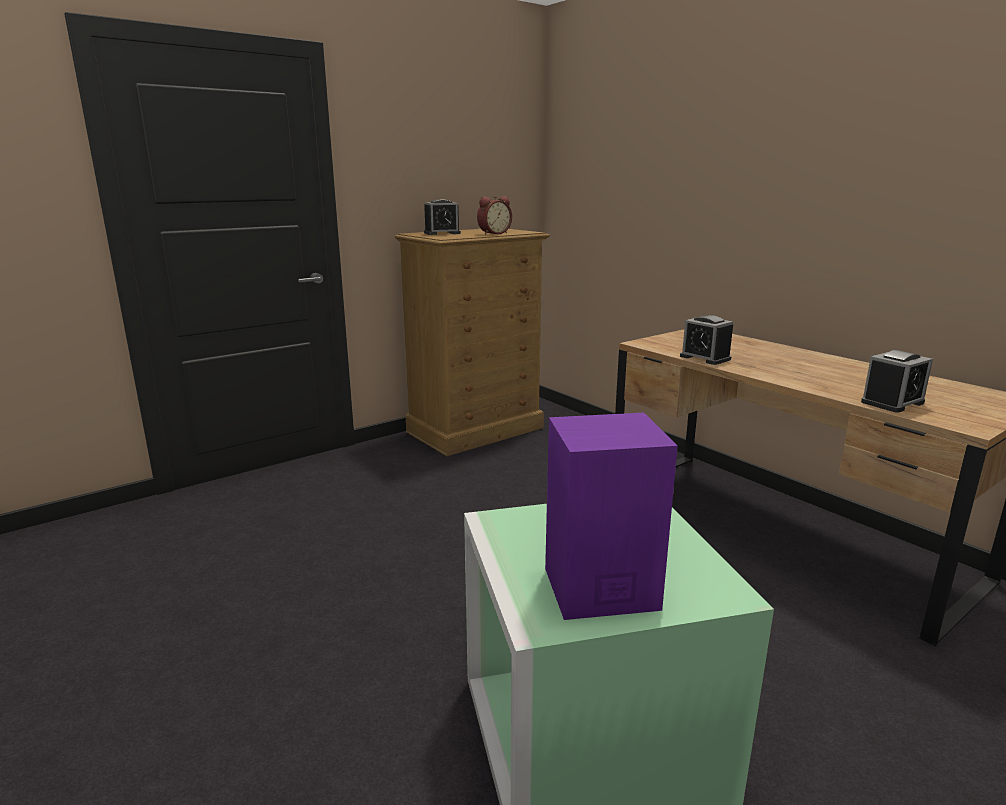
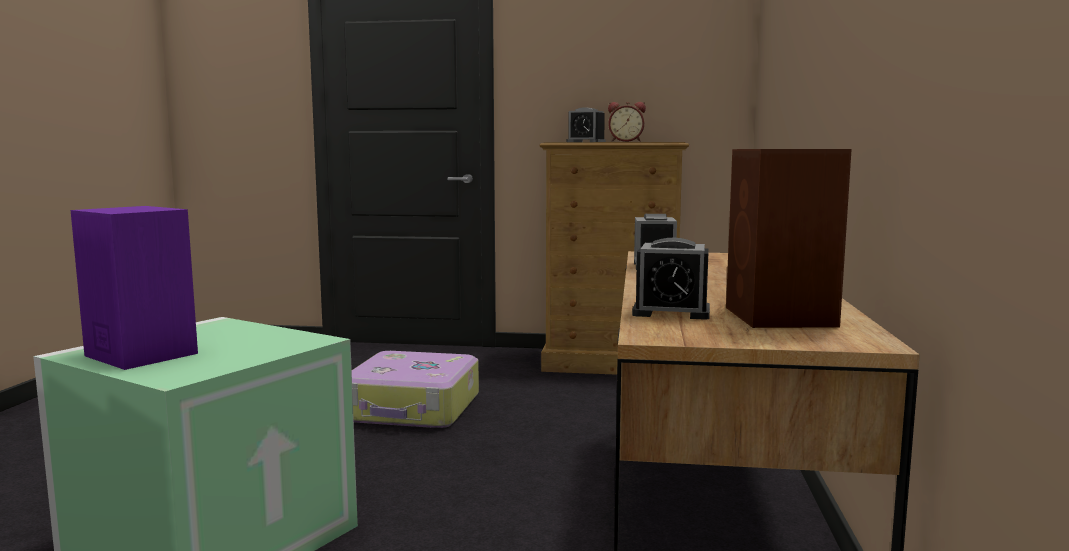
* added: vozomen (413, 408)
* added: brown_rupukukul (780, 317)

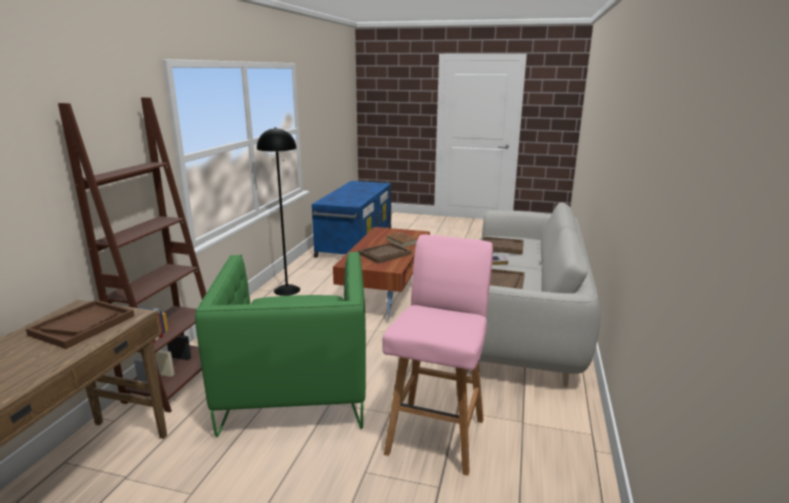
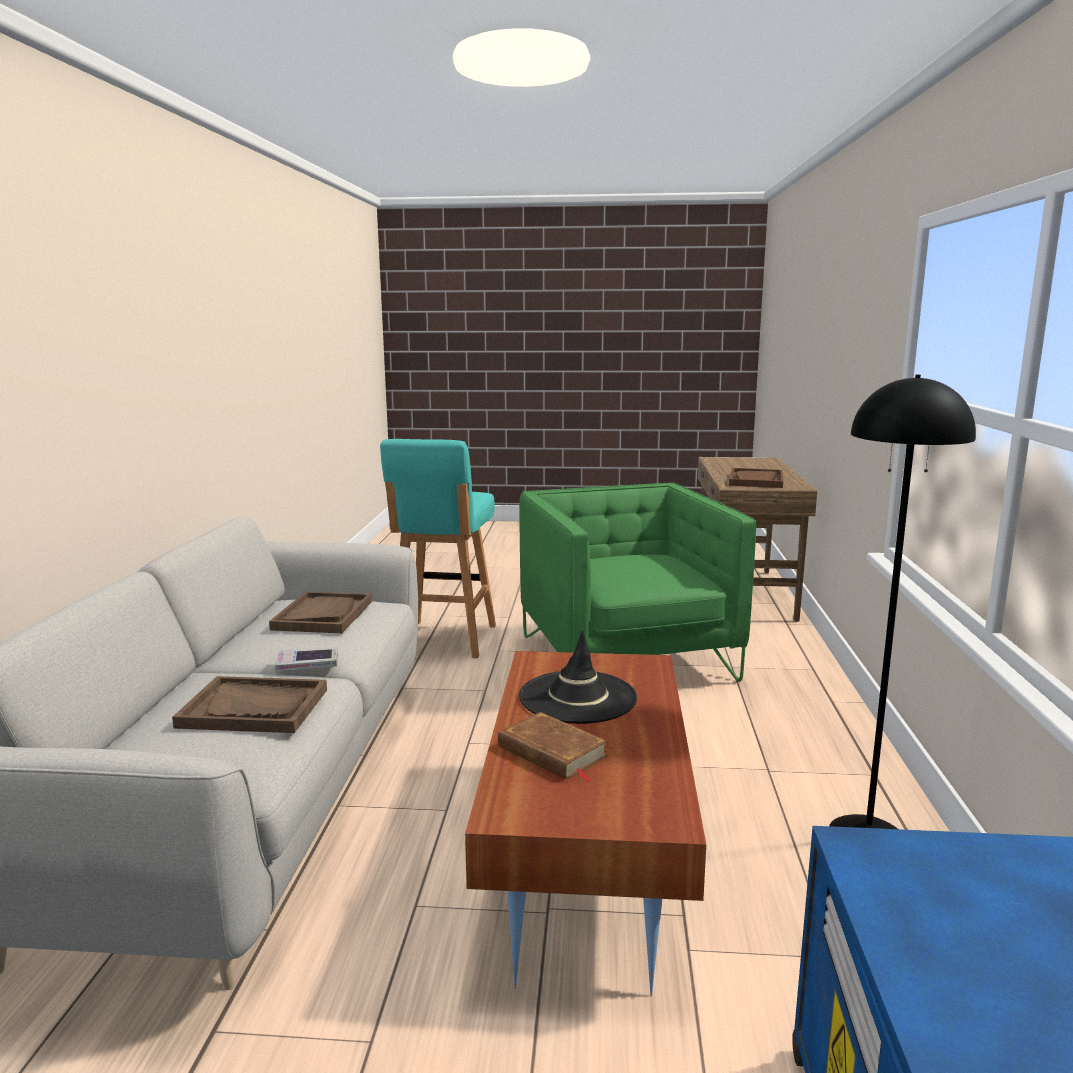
* recoloured: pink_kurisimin (437, 434) to turquoise_kurisimin (443, 640)
* replaced: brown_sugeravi (384, 254) to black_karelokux (577, 697)
* removed: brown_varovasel (176, 380)

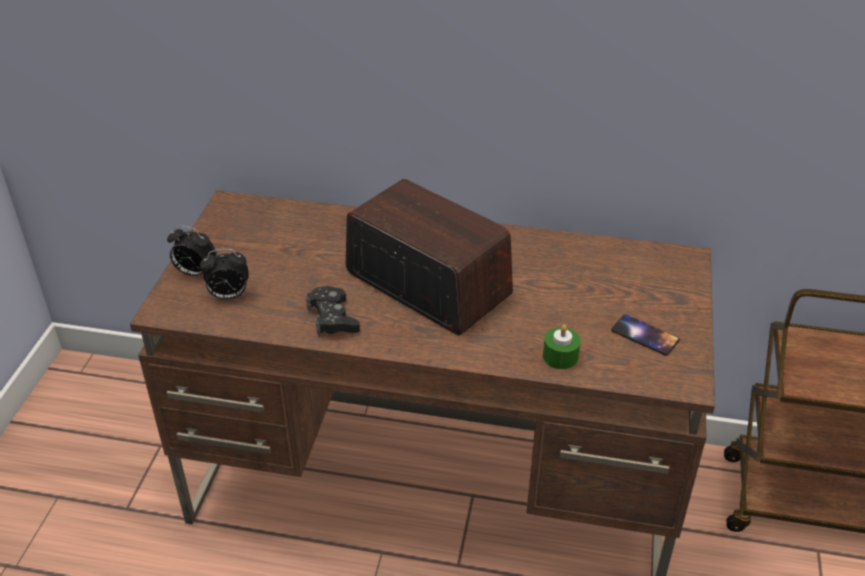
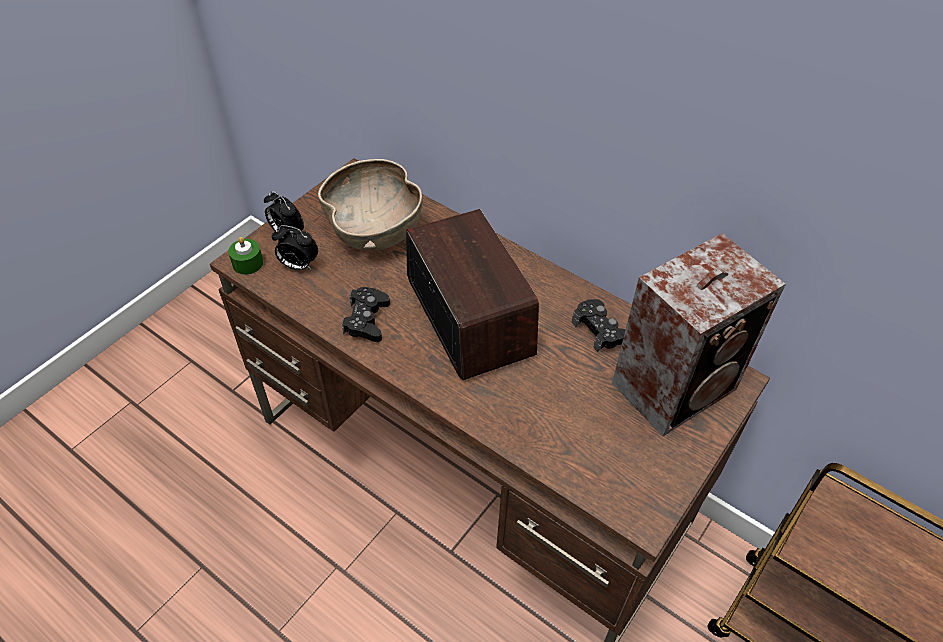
* moved: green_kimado (560, 356) to (248, 263)
* added: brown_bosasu (375, 229)
* added: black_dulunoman (600, 330)
* added: rupukukul (678, 385)
* removed: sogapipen (645, 335)

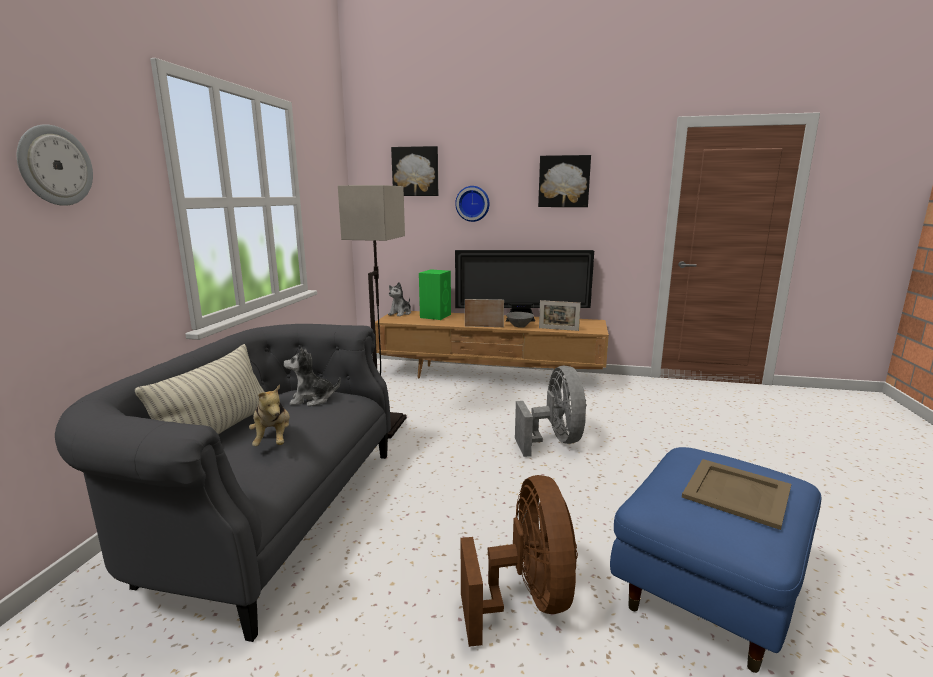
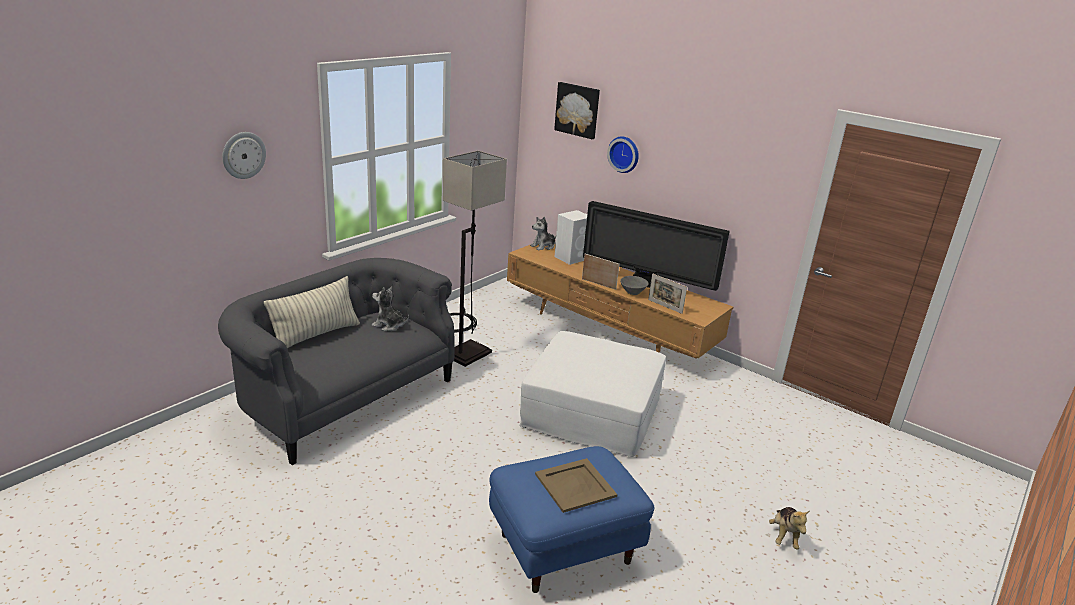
* replaced: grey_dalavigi (554, 441) to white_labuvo (590, 412)
* recoloured: green_rupukukul (436, 316) to white_rupukukul (571, 258)
* moved: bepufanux (273, 440) to (784, 536)
* removed: brown_dalavigi (526, 599)
* removed: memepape (564, 181)

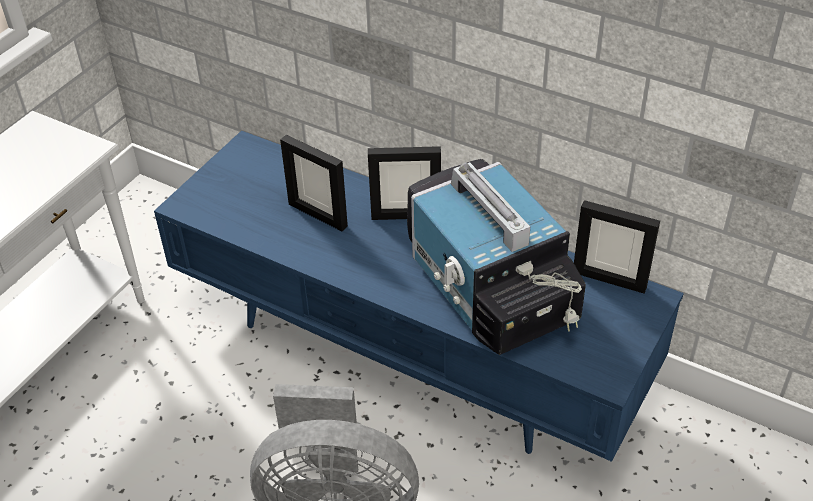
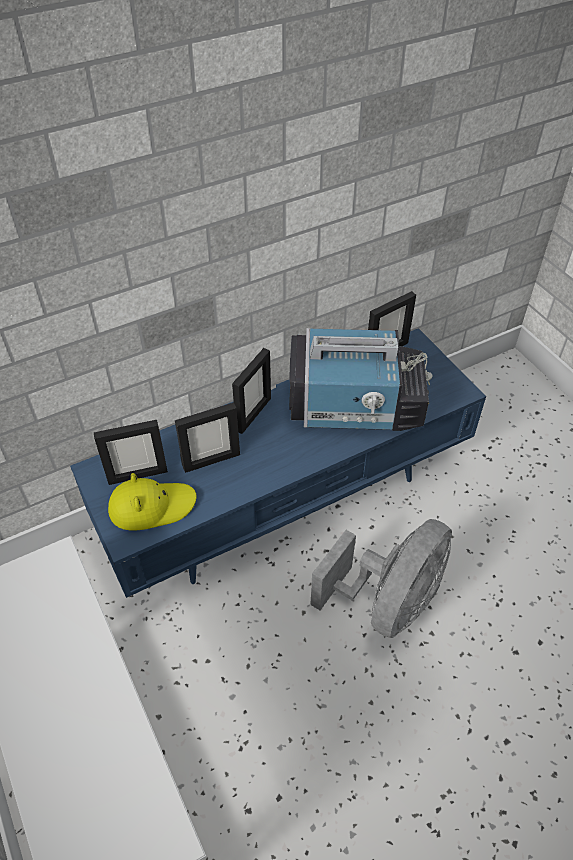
* added: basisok (137, 474)
* added: yellow_karelokux (152, 506)

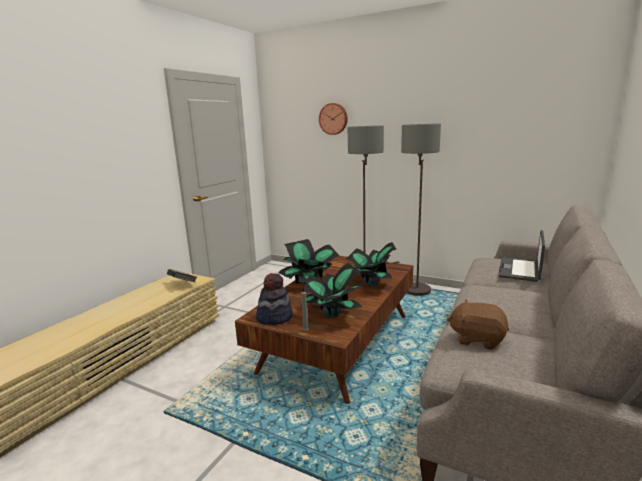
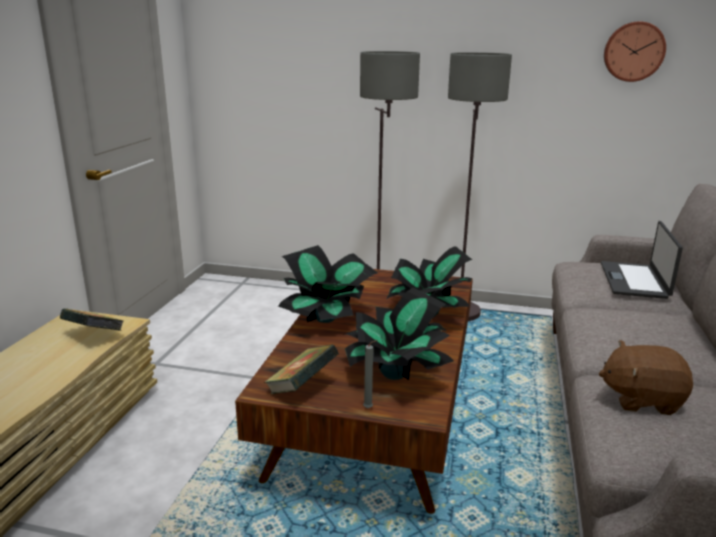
* replaced: karelokux (274, 317) to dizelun (302, 387)
* moved: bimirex (333, 119) to (633, 51)

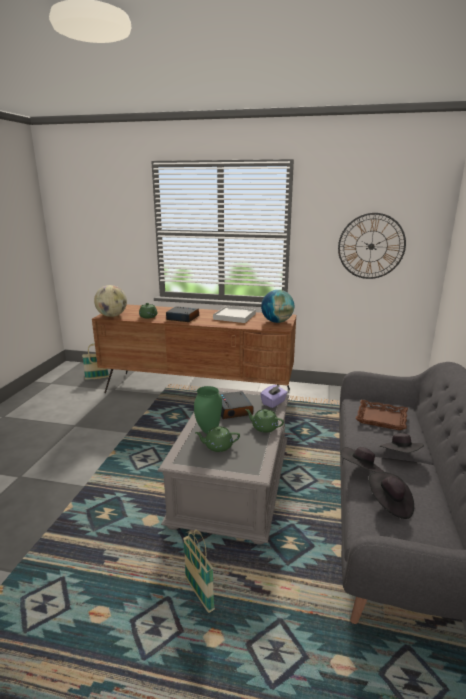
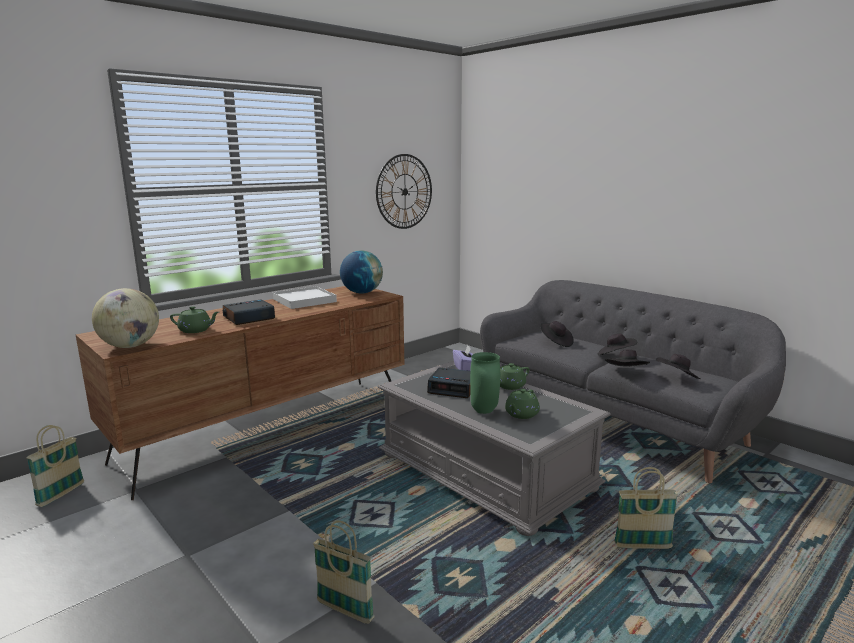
* added: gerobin (345, 611)
* replaced: brown_sugeravi (381, 419) to black_karelokux (556, 342)

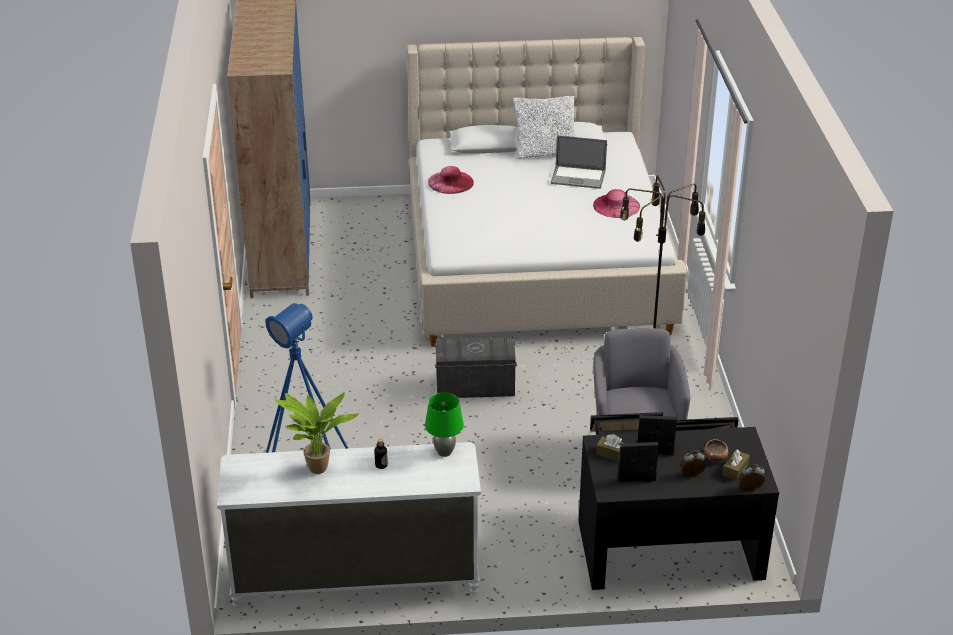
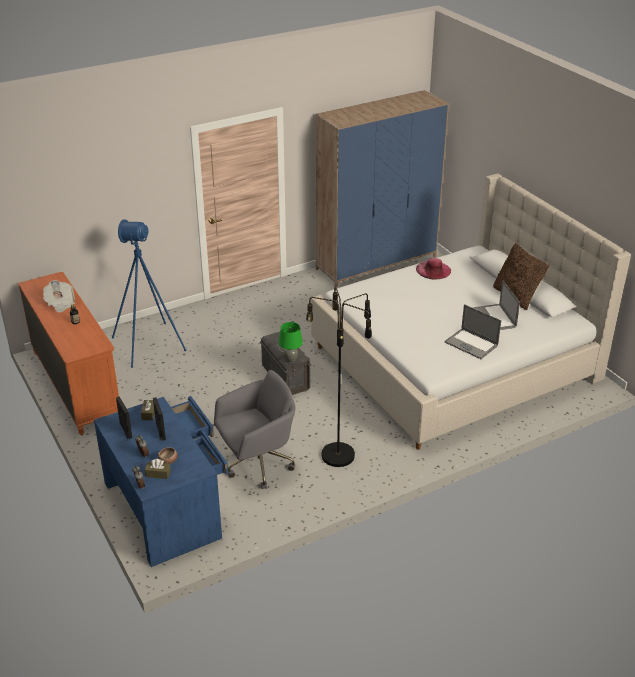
* recoloured: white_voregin (354, 578) to orange_voregin (76, 386)
* replaced: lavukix (317, 471) to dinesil (60, 303)
* recoloured: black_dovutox (666, 542) to blue_dovutox (168, 506)
* moved: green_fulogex (444, 452) to (290, 360)
* replaced: pink_karelokux (616, 205) to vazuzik (471, 344)
* recoloured: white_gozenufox (545, 151) to brown_gozenufox (517, 295)

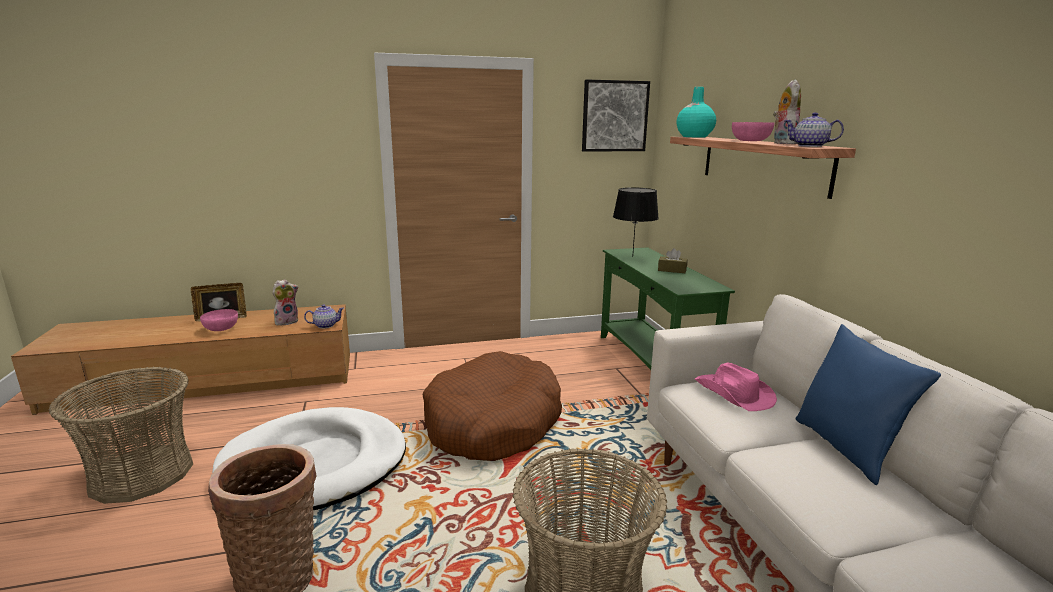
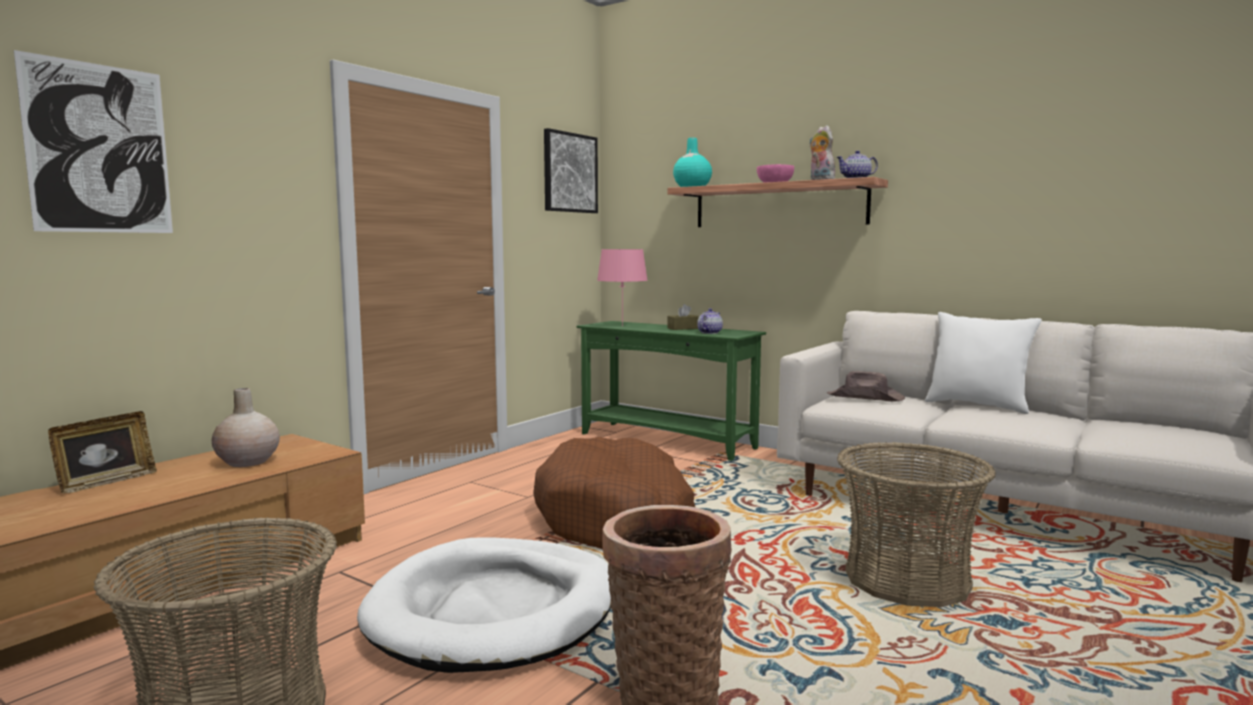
* added: memepape (99, 149)
* replaced: bepufanux (287, 321) to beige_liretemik (247, 462)
* recoloured: black_fulogex (632, 257) to pink_fulogex (622, 326)
* moved: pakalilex (325, 325) to (709, 333)
* recoloured: pink_karelokux (734, 394) to brown_karelokux (865, 398)
* recoloured: blue_gozenufox (846, 448) to white_gozenufox (978, 405)
* removed: pink_bosasu (221, 328)

